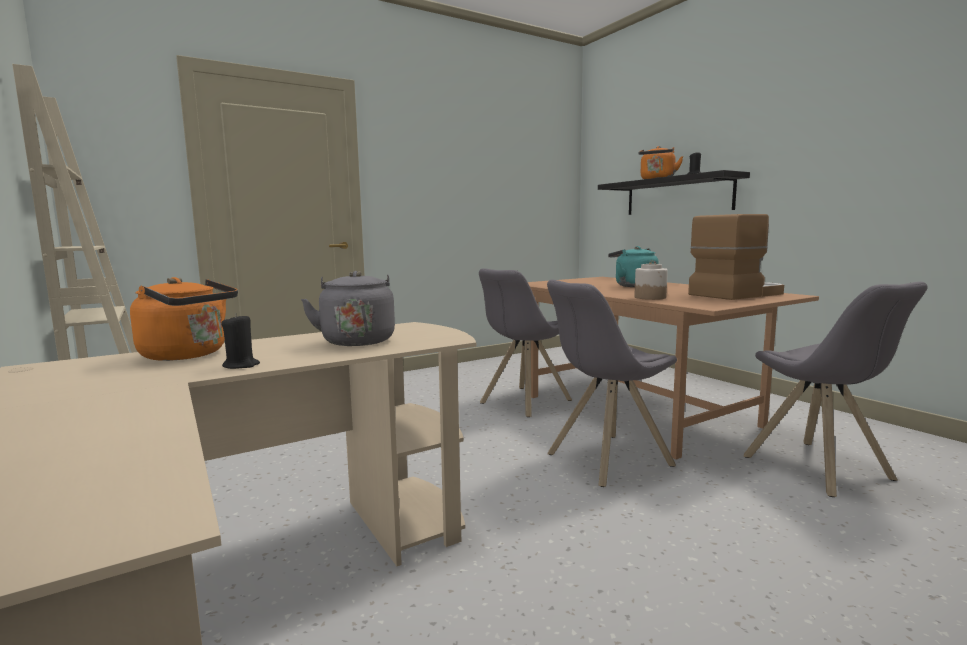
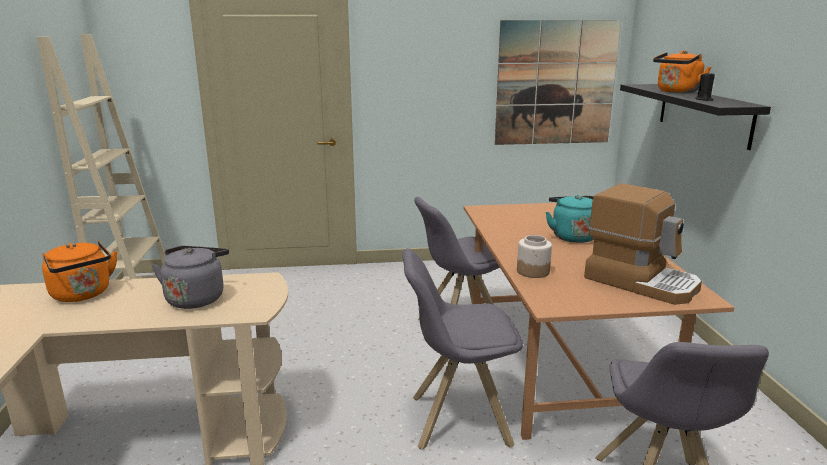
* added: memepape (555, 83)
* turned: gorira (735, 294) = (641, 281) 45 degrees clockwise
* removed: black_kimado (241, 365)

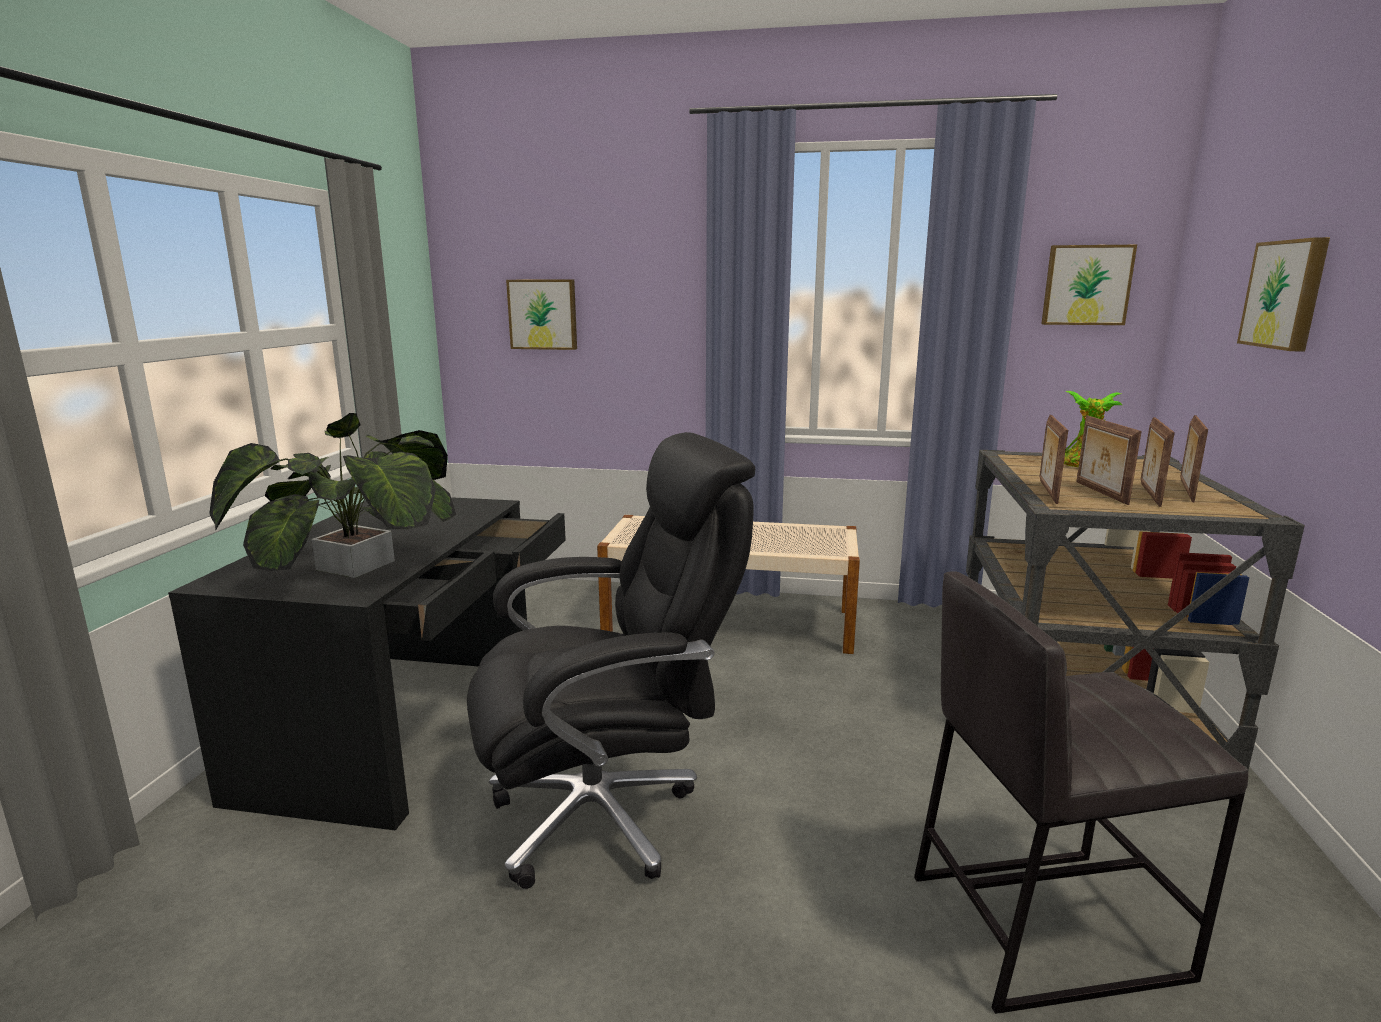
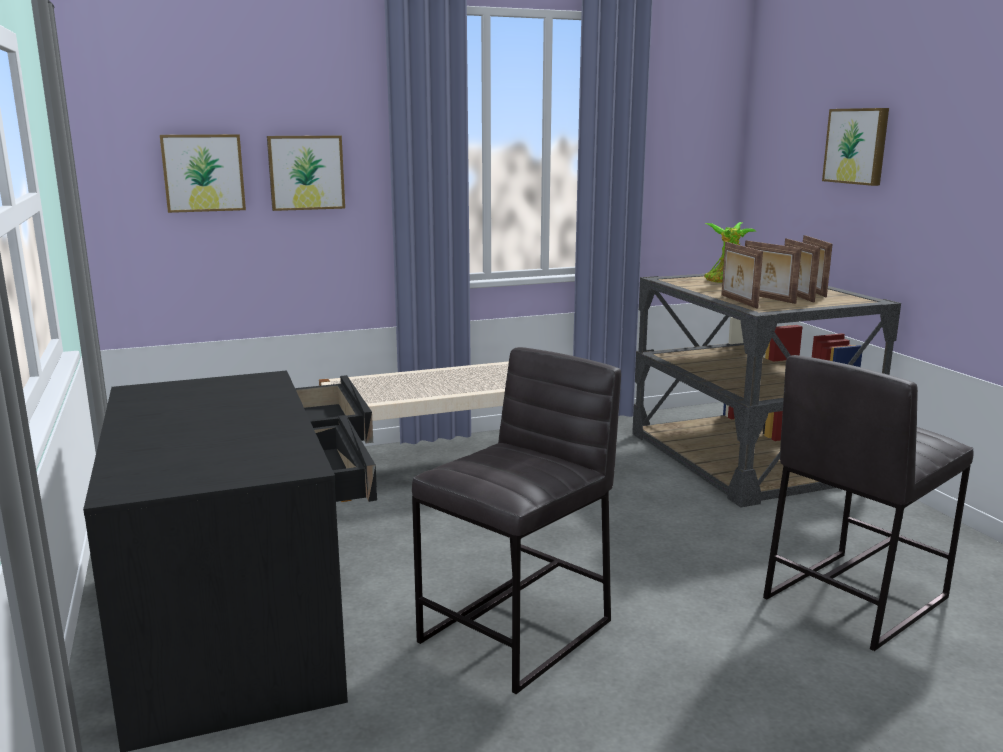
* moved: memepape (1086, 285) to (306, 172)
* replaced: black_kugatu (607, 815) to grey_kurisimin (518, 631)
* removed: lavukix (355, 565)

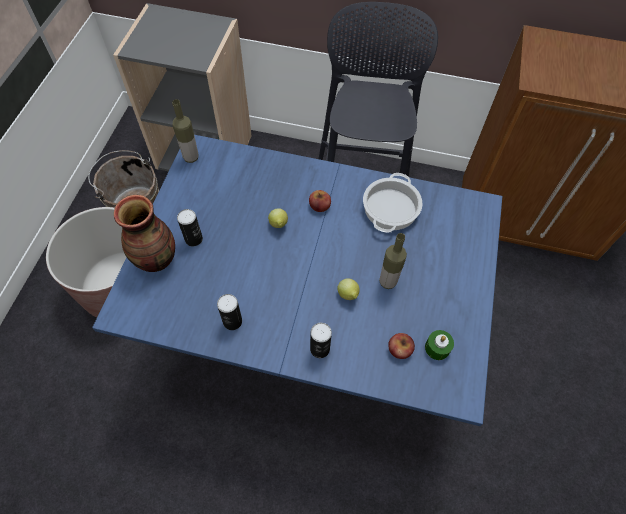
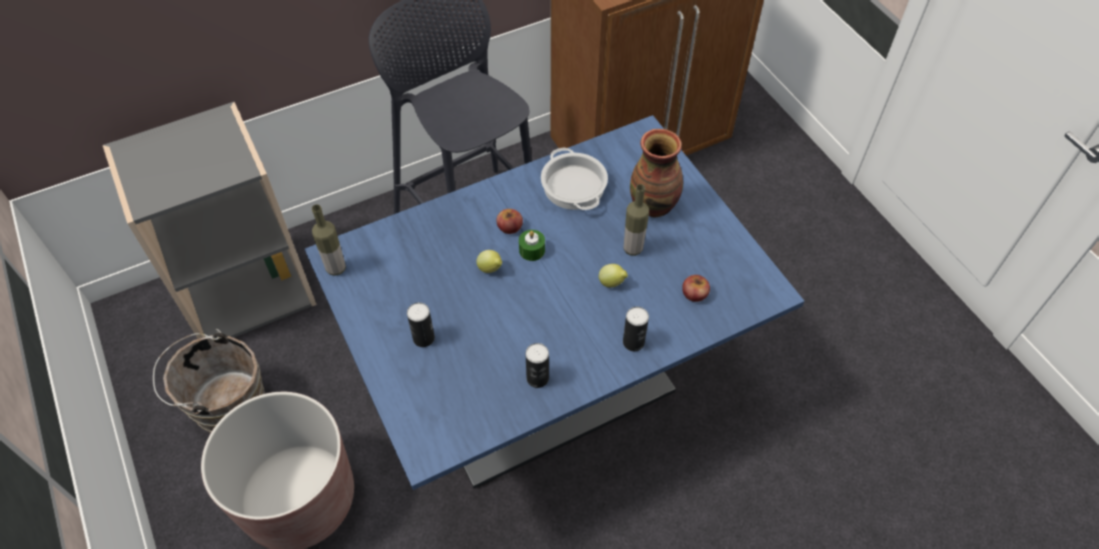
* moved: green_kimado (437, 348) to (532, 250)
* moved: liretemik (157, 259) to (654, 205)

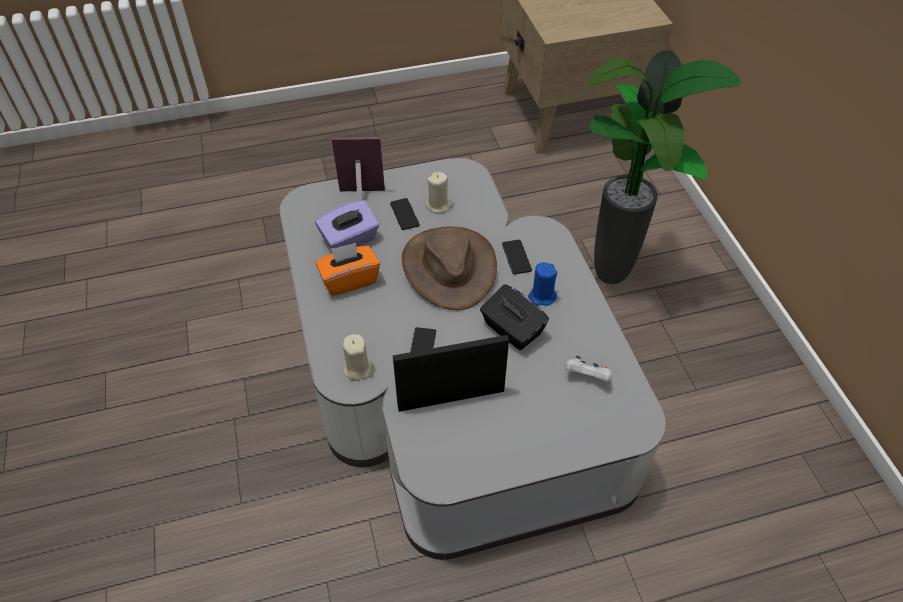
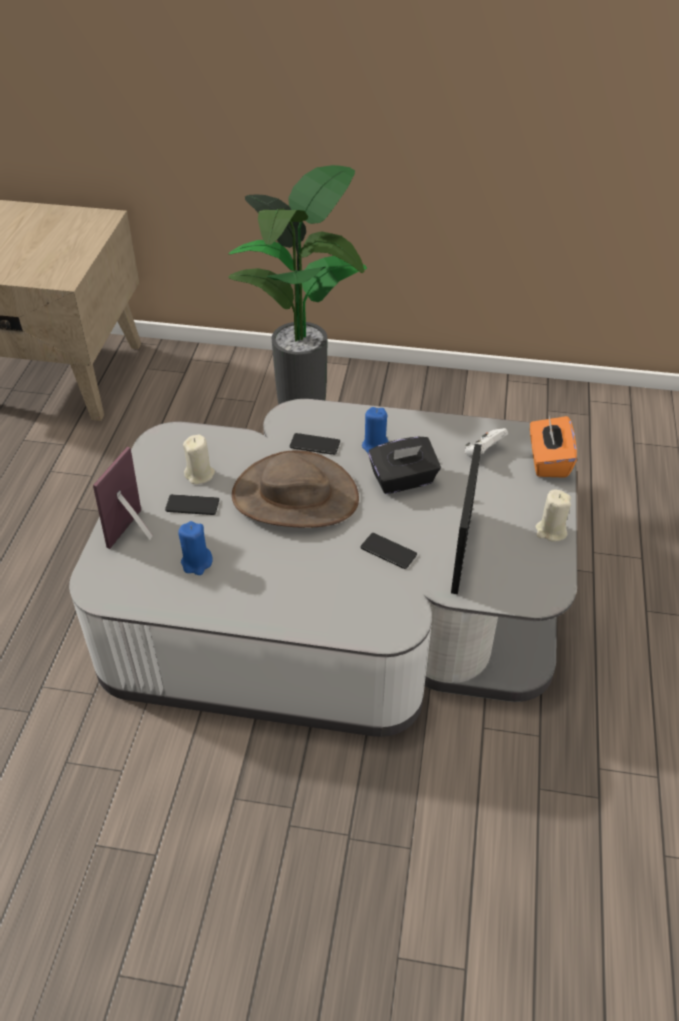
* replaced: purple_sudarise (350, 240) to blue_kimado (196, 563)
* moved: orange_sudarise (349, 280) to (548, 461)
* moved: beige_kimado (357, 369) to (550, 531)

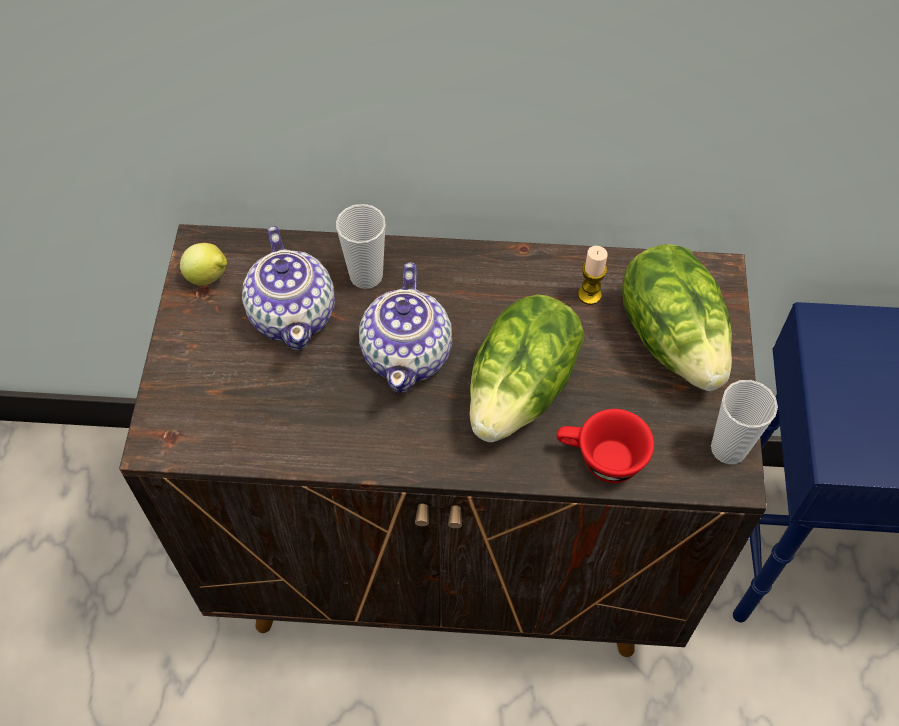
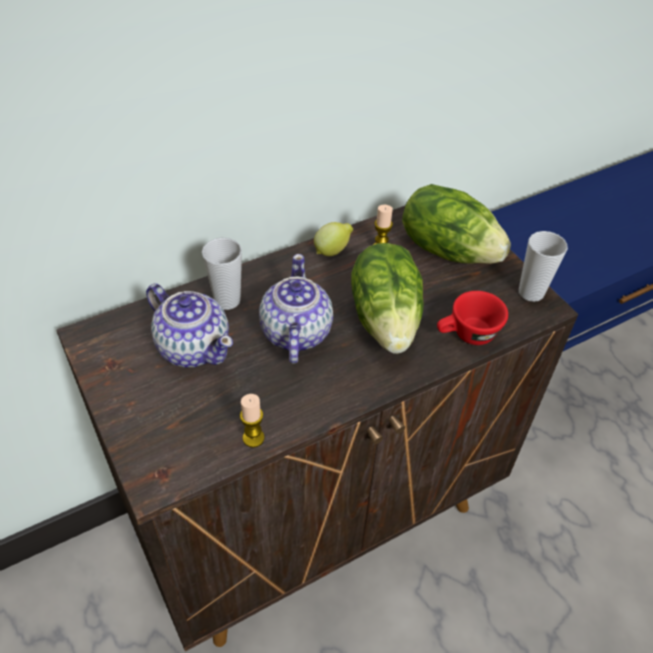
* added: kimado (253, 438)
* turned: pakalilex (408, 354) = (295, 333) 150 degrees counterclockwise
* moved: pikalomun (209, 278) to (332, 251)

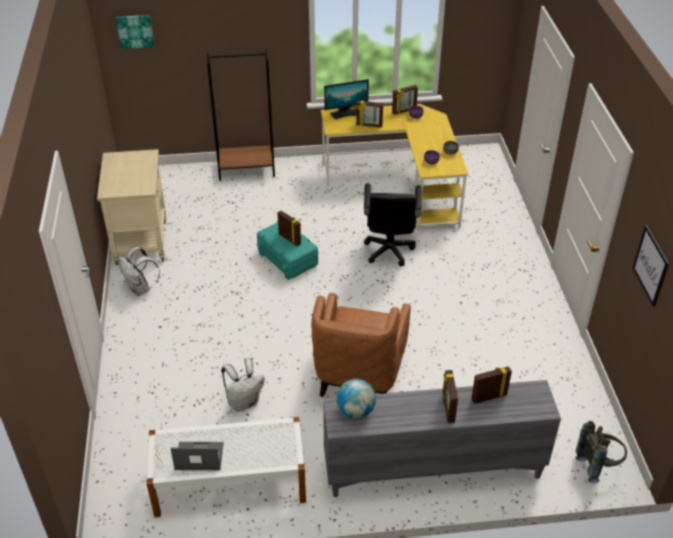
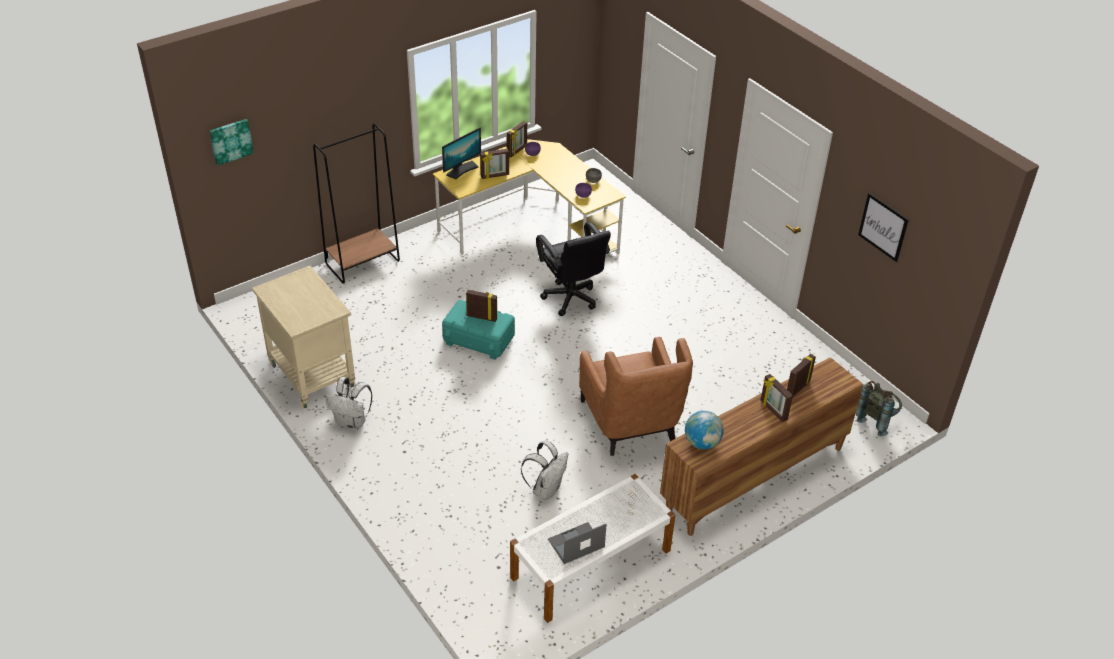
* recoloured: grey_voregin (434, 469) to brown_voregin (754, 478)

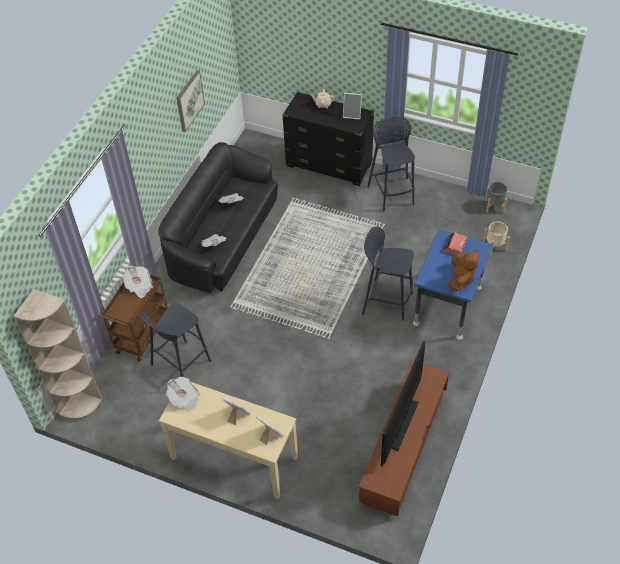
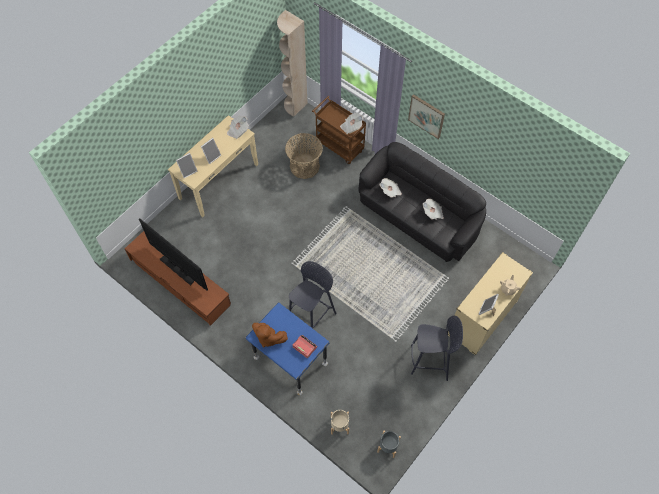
* replaced: grey_kurisimin (181, 365) to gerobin (304, 166)
* moved: memepape (189, 100) to (426, 116)
* recoloured: black_voregin (329, 165) to beige_voregin (482, 318)

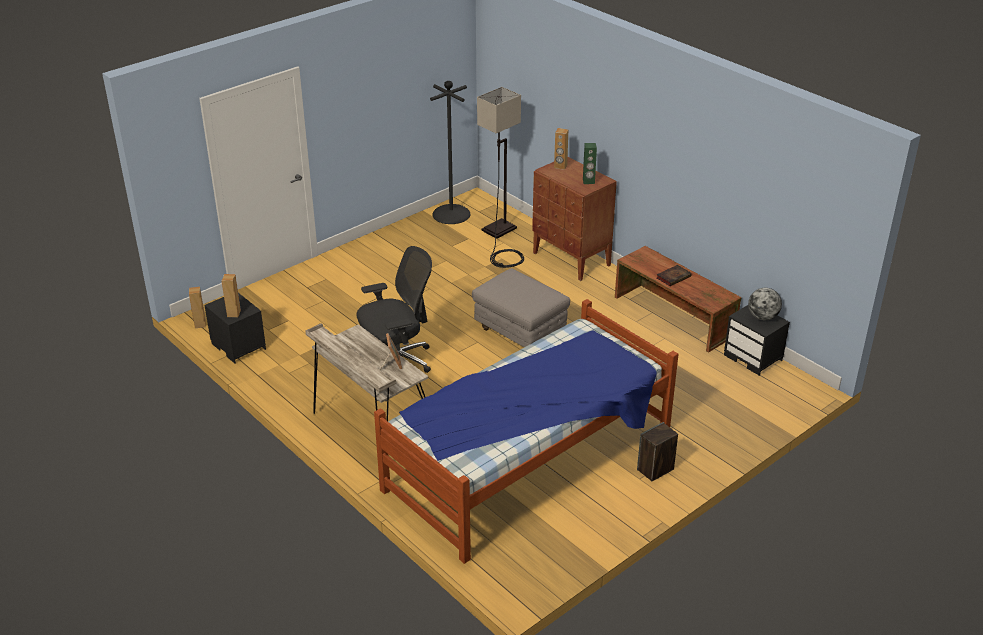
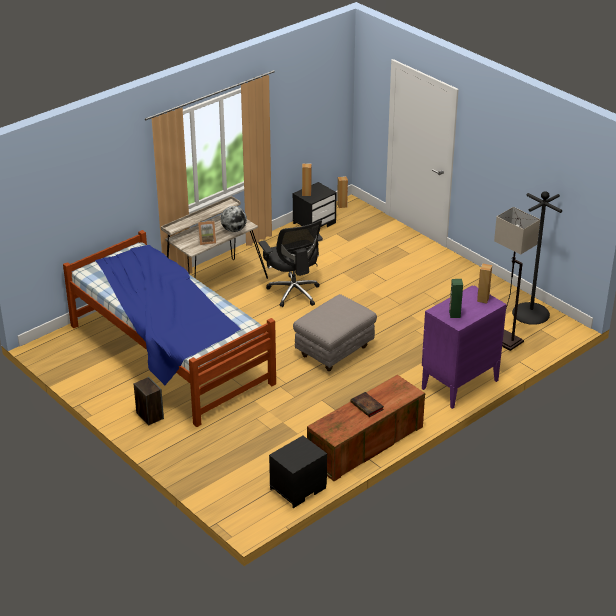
* moved: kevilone (762, 317) to (234, 230)
* recoloured: brown_voregin (571, 260) to purple_voregin (458, 384)

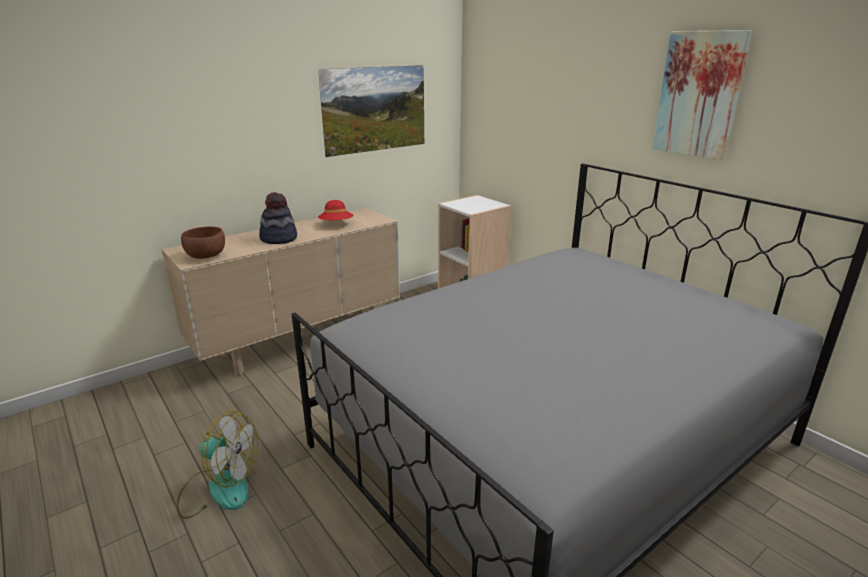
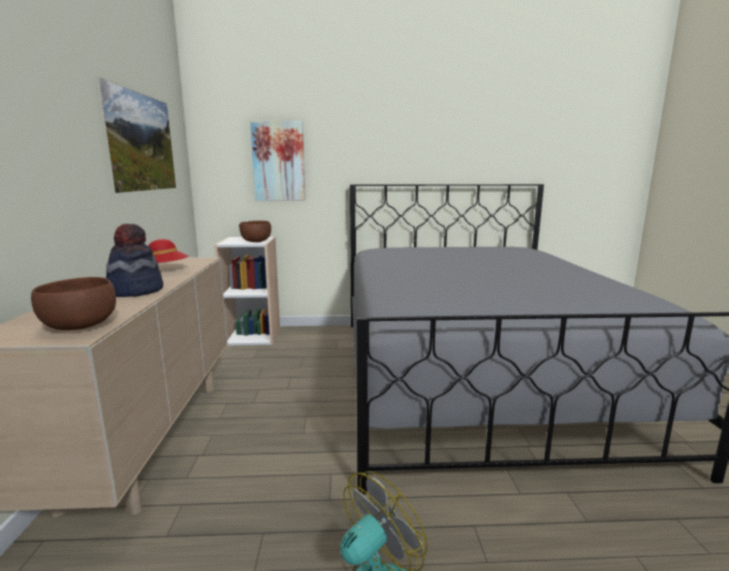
* added: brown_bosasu (256, 241)
* moved: memepape (699, 94) to (278, 161)

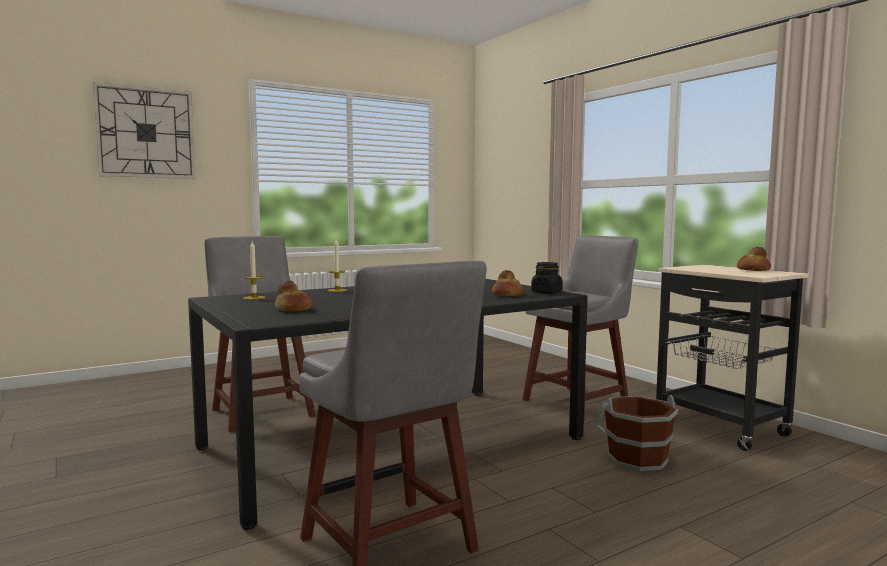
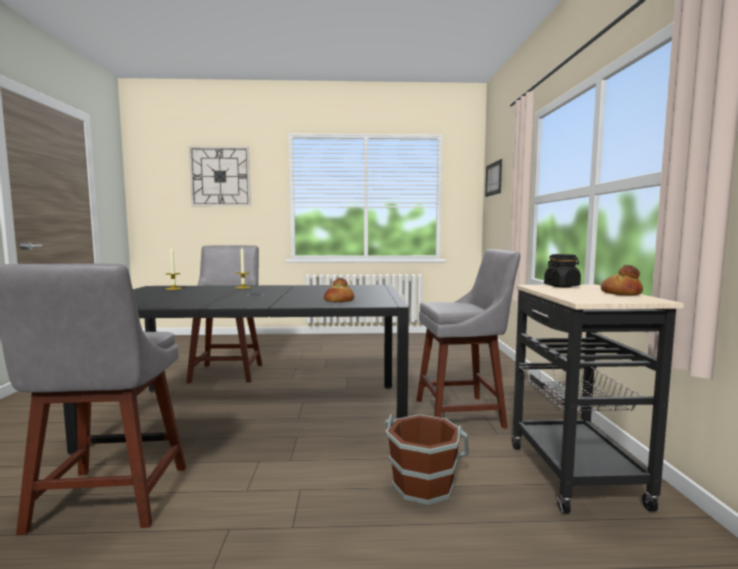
* added: memepape (494, 178)
* moved: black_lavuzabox (546, 292) to (561, 286)
* removed: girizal (294, 309)

